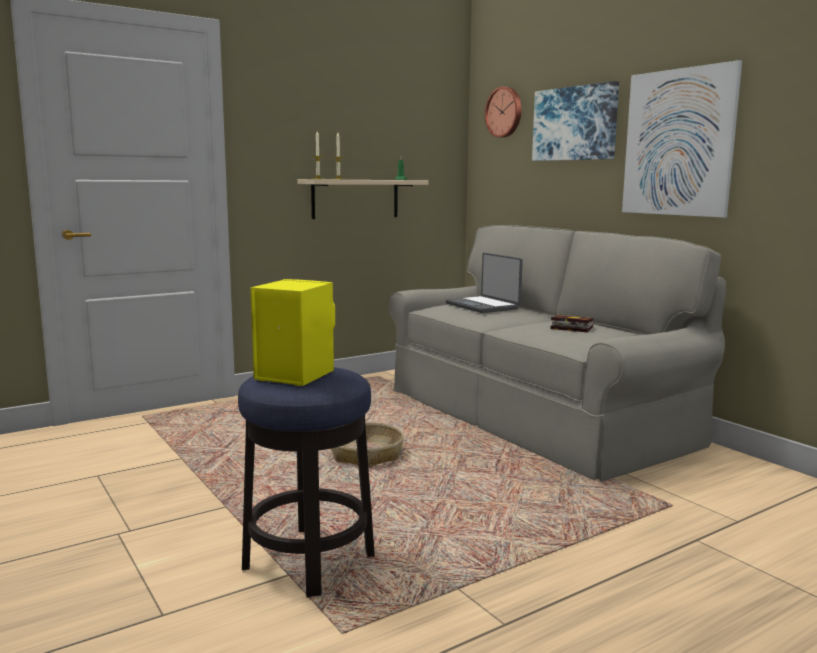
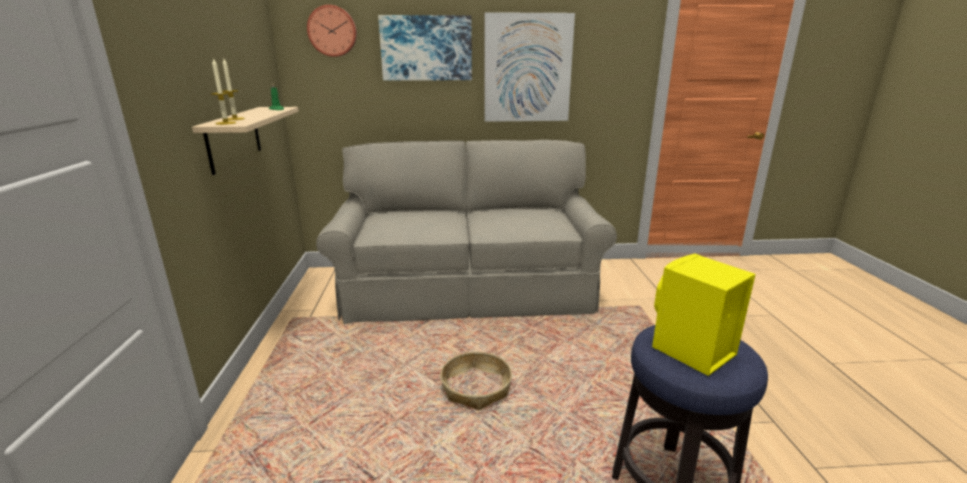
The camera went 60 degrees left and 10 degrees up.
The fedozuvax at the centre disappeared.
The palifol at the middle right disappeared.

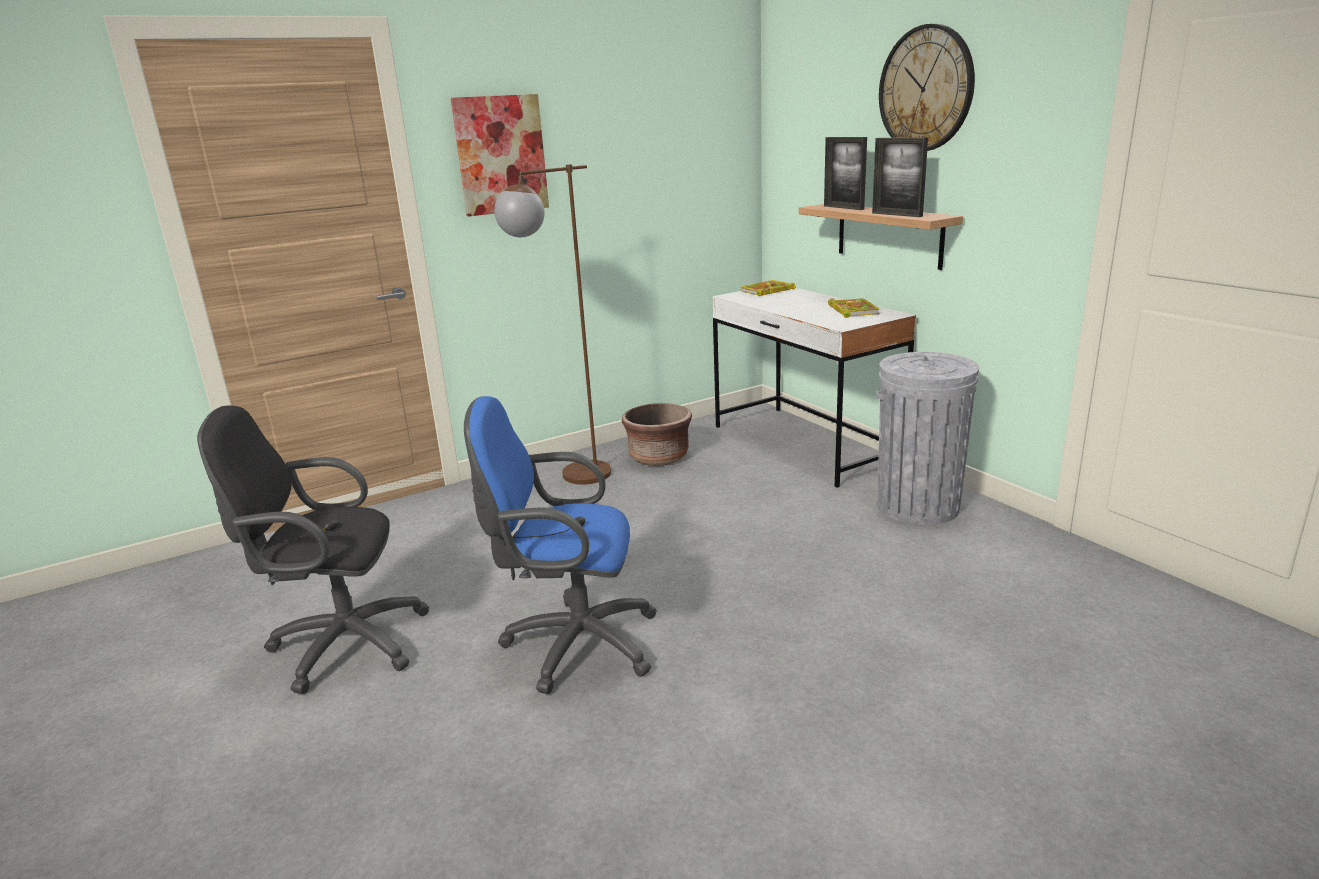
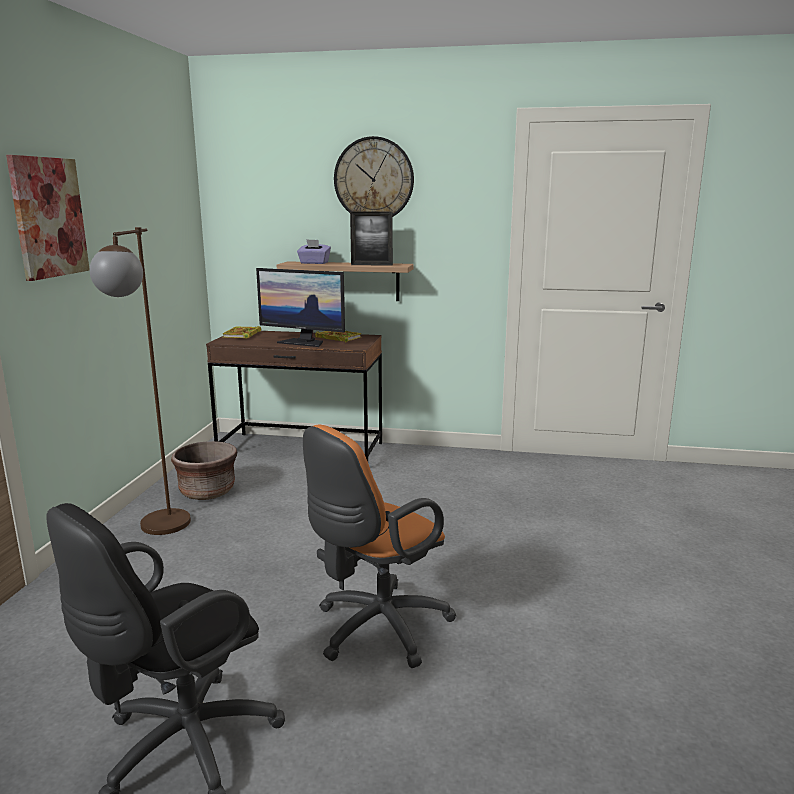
The camera went 50 degrees left and 5 degrees down.
The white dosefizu at the centre became the brown dosefizu at the centre.
The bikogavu at the centre appeared.
The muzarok (1st from left) at the top centre was replaced by the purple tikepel at the top centre.
The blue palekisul at the centre became the orange palekisul at the bottom centre.
The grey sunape at the middle right disappeared.

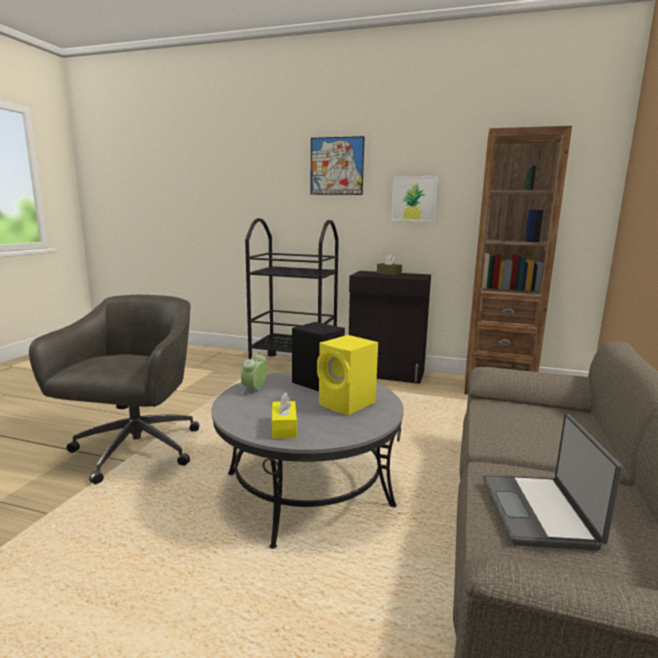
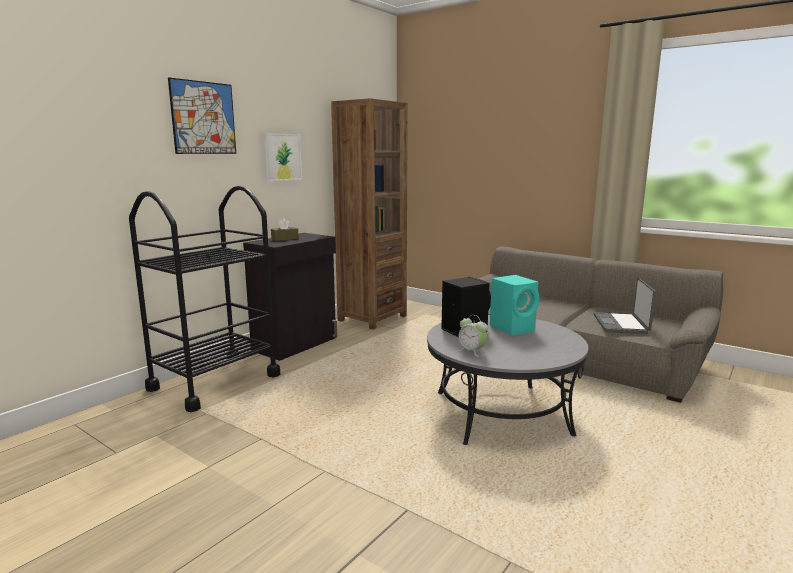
The camera went 70 degrees left and 0 degrees up.
The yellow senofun at the centre became the turquoise senofun at the centre.
The fedozuvax at the bottom right turned 75 degrees clockwise.
The grey palekisul at the middle left disappeared.
The yellow tikepel at the centre disappeared.

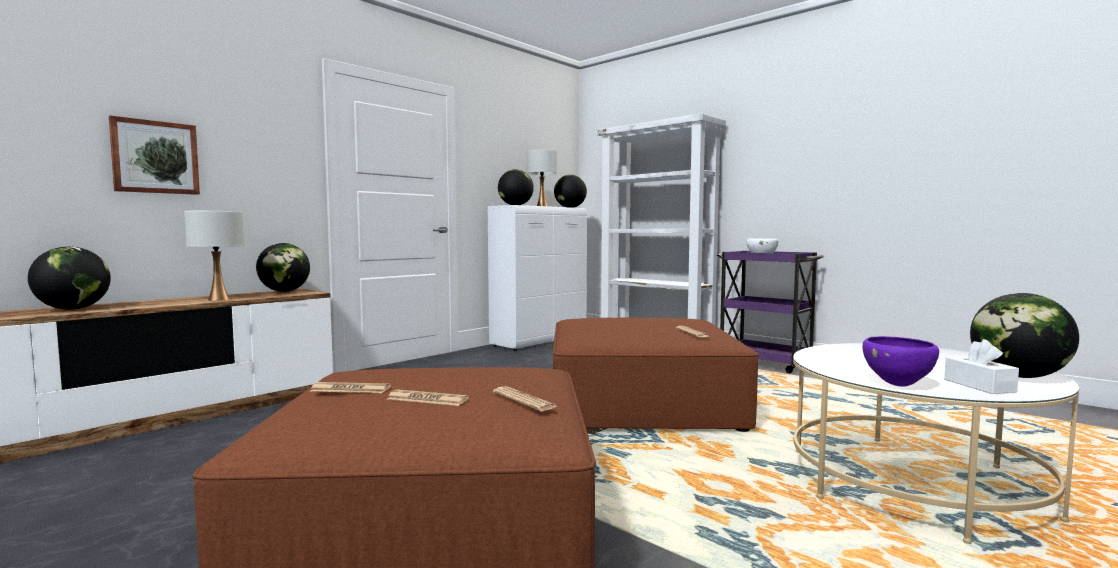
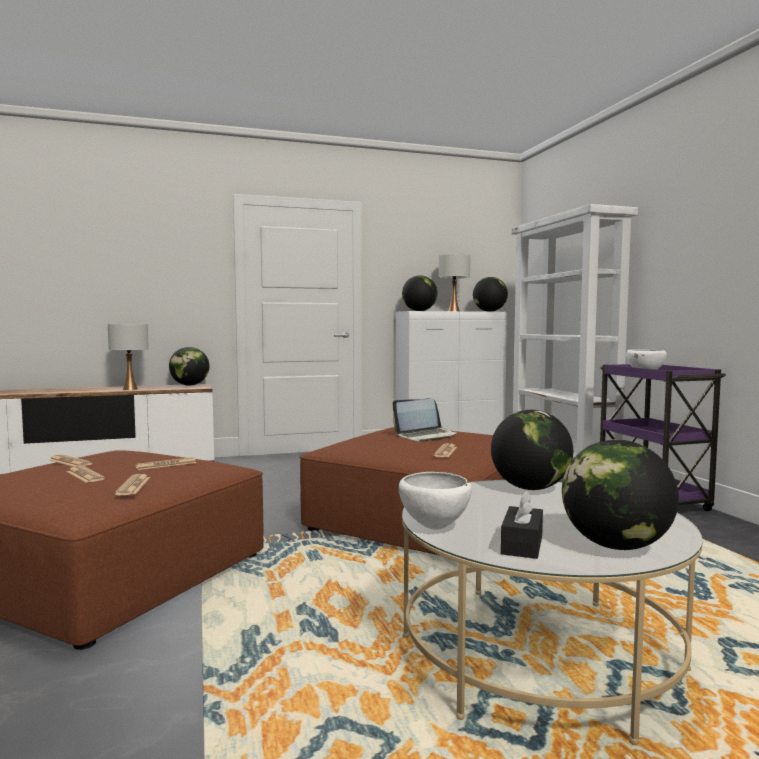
The camera went 30 degrees right and 0 degrees up.
The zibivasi (4th from left) at the middle left appeared.
The fedozuvax at the centre appeared.
The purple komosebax at the middle right became the white komosebax (1st from left) at the centre.
The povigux (1st from left in the first image) moved from the middle left to the middle right.
The white tikepel at the middle right became the black tikepel at the bottom right.
The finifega at the top left disappeared.

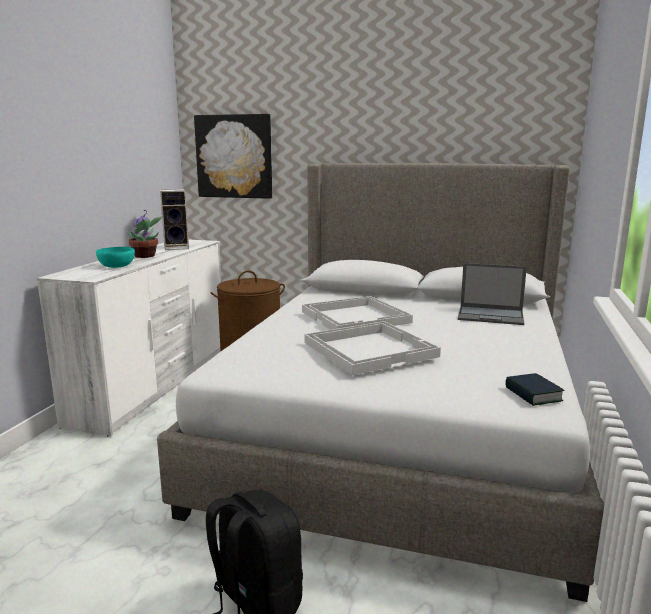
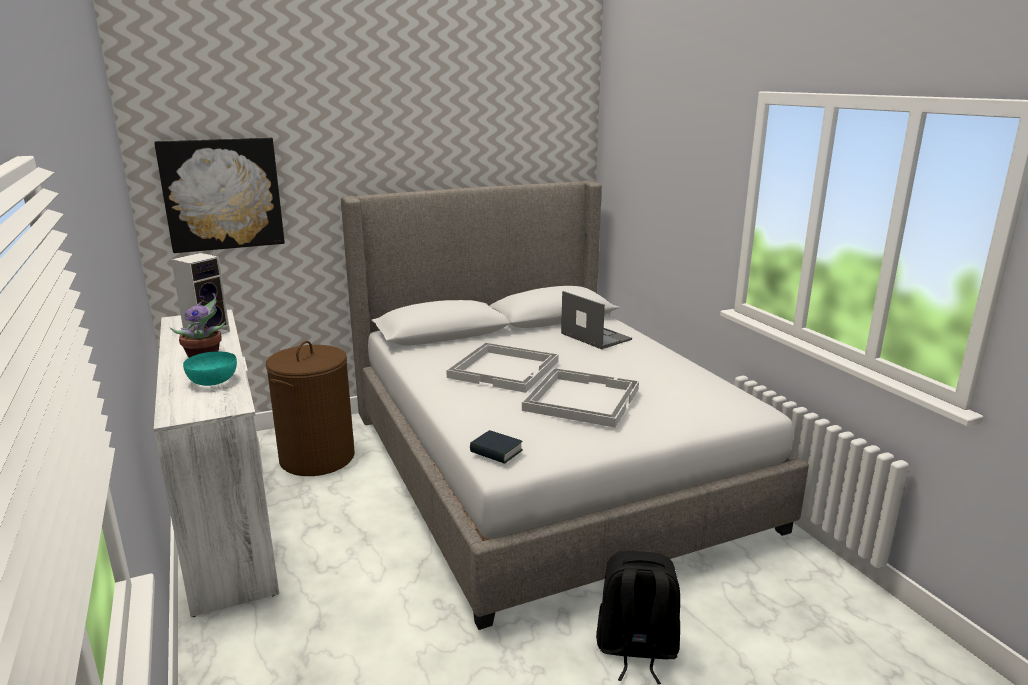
The camera went 40 degrees left and 5 degrees up.
The palifol moved from the middle right to the centre.
The fedozuvax at the middle right turned 105 degrees counterclockwise.

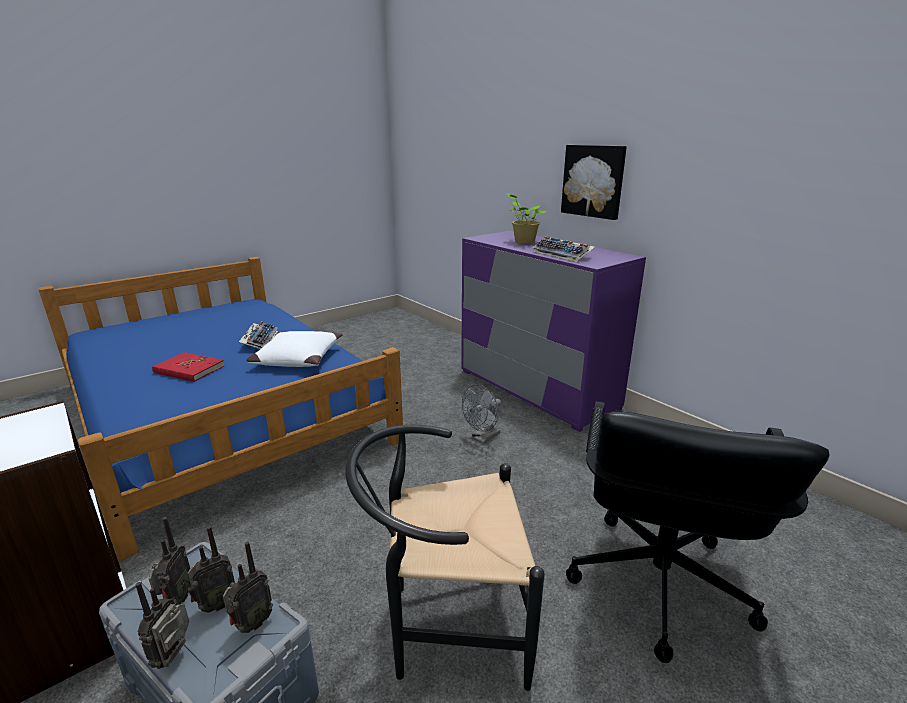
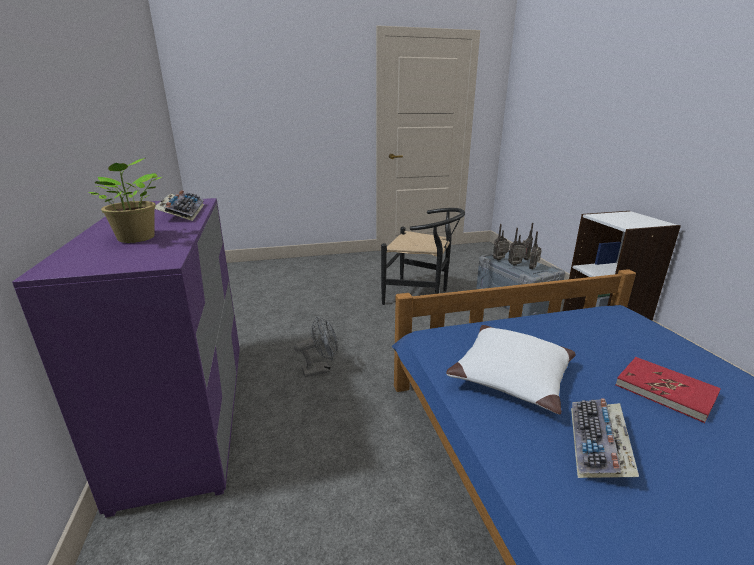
The camera went 155 degrees left and 0 degrees up.
The finifega at the top centre disappeared.
The black palekisul at the bottom right disappeared.

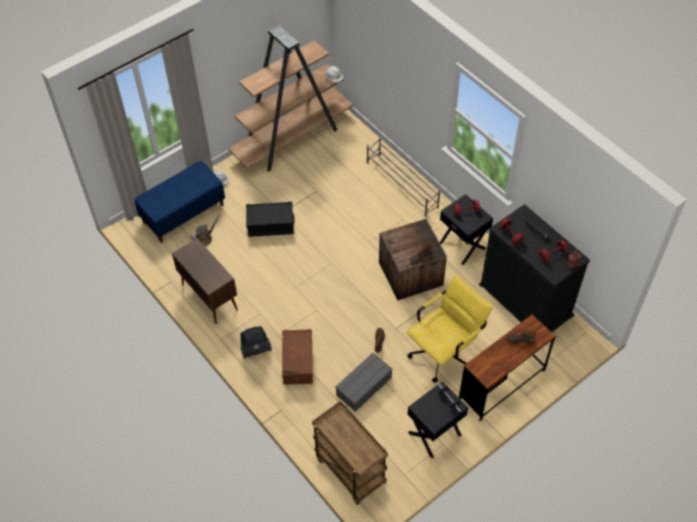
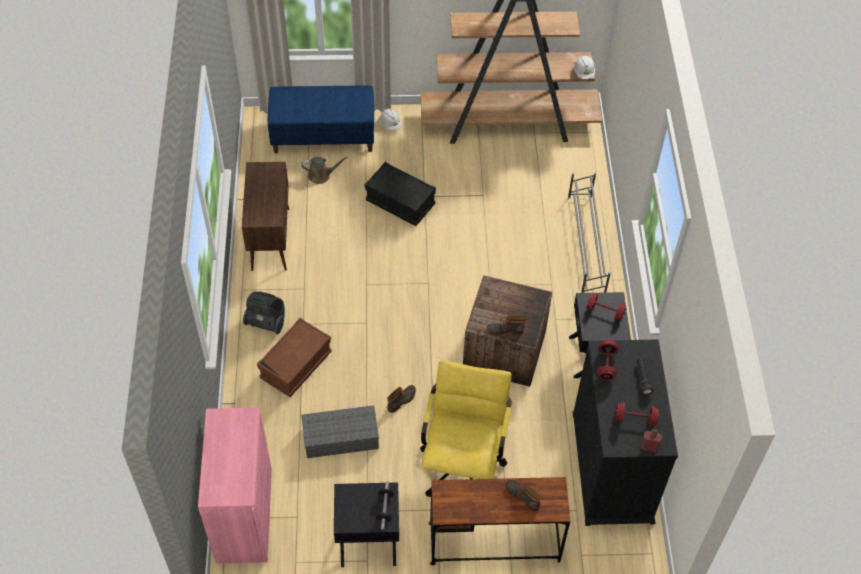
The camera went 35 degrees right and 0 degrees up.
The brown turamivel at the bottom centre was replaced by the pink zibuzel at the bottom left.
The yellow palekisul at the centre turned 75 degrees counterclockwise.

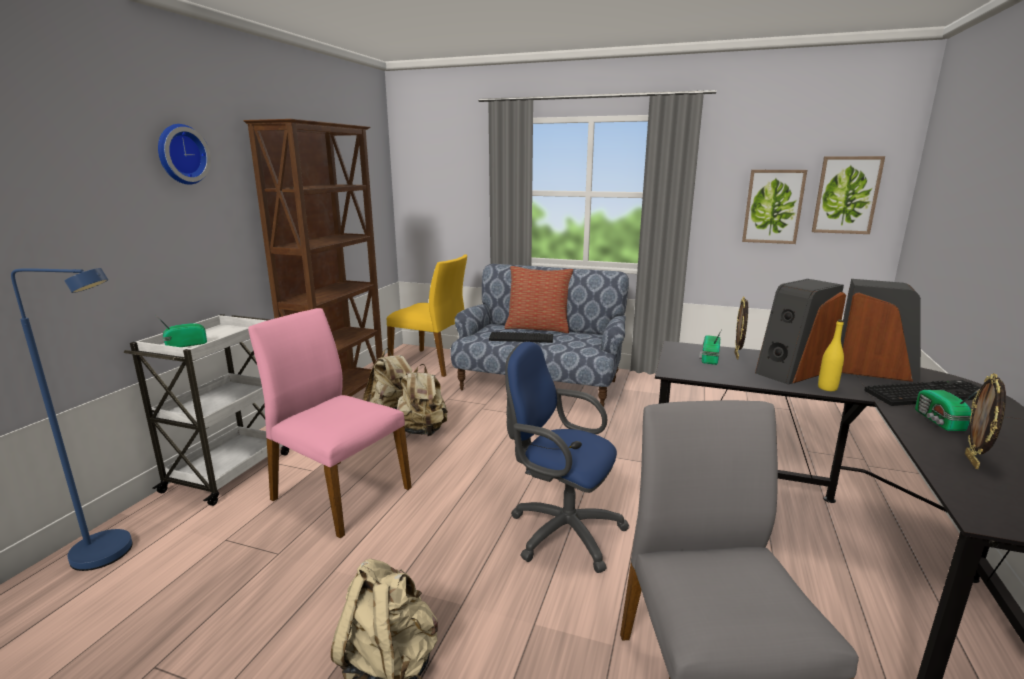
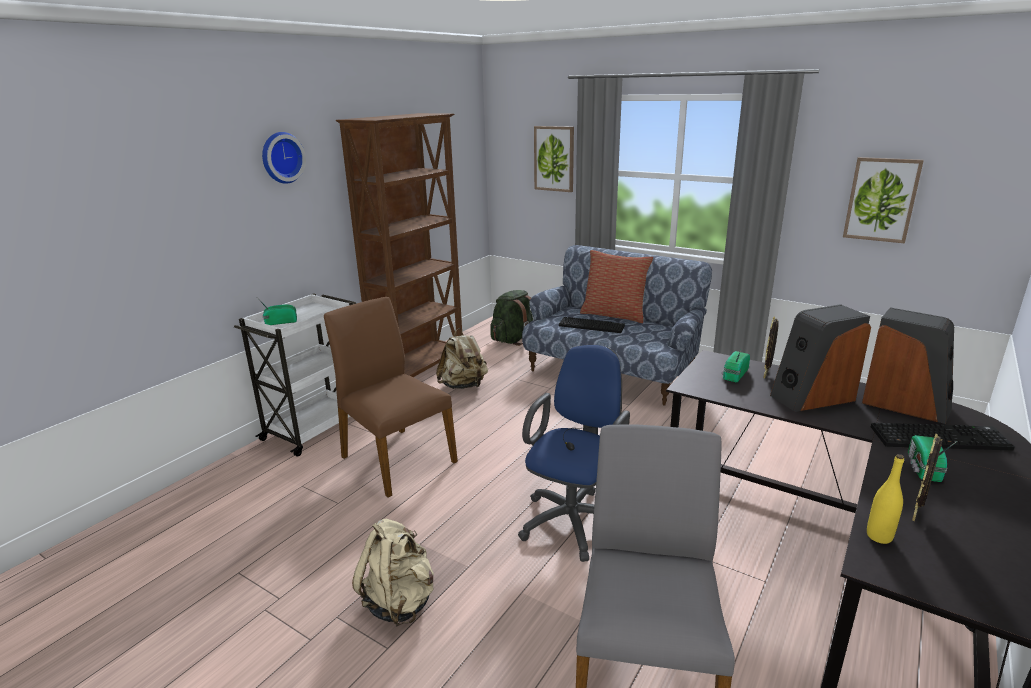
The camera went 15 degrees right and 5 degrees up.
The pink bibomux at the middle left became the brown bibomux at the centre.
The yellow bibomux at the centre was replaced by the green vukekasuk at the centre.
The blue palekisul at the bottom centre turned 75 degrees clockwise.
The finifega (2nd from left in the first image) moved from the top right to the top centre.
The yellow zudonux moved from the middle right to the bottom right.
The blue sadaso at the middle left disappeared.
The beige vukekasuk (3rd from left) at the centre disappeared.

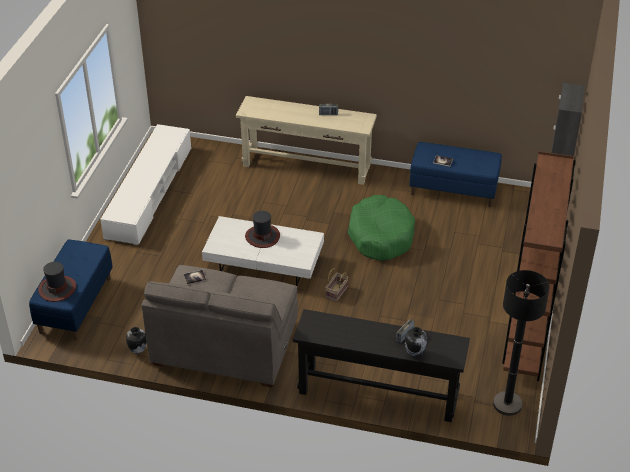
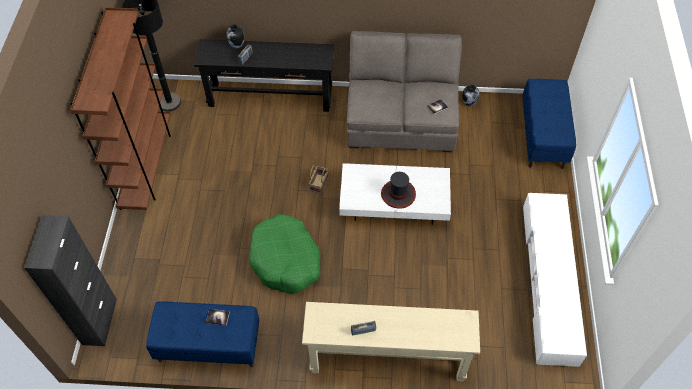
The camera went 170 degrees right and 15 degrees up.
The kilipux (1st from left) at the middle left disappeared.

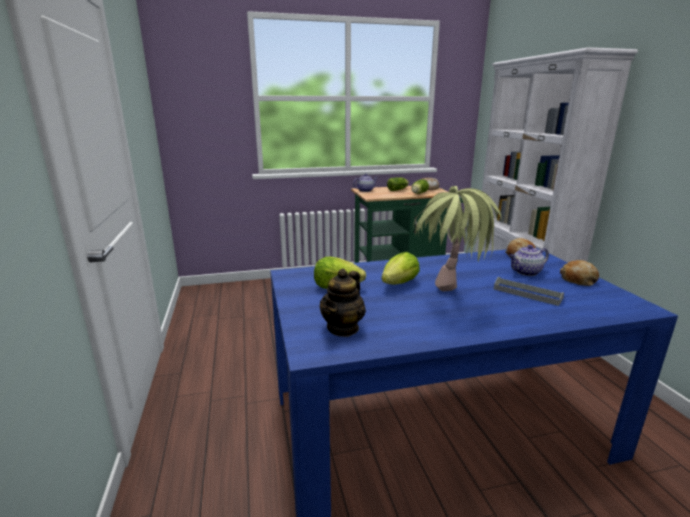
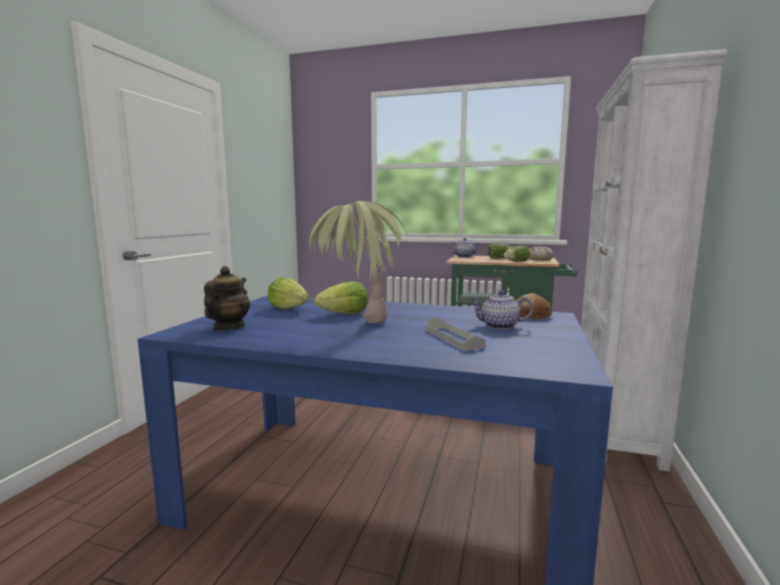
The camera went 30 degrees right and 10 degrees down.
The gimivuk (1st from left) at the centre turned 135 degrees clockwise.
The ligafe (3rd from left) at the middle right disappeared.

